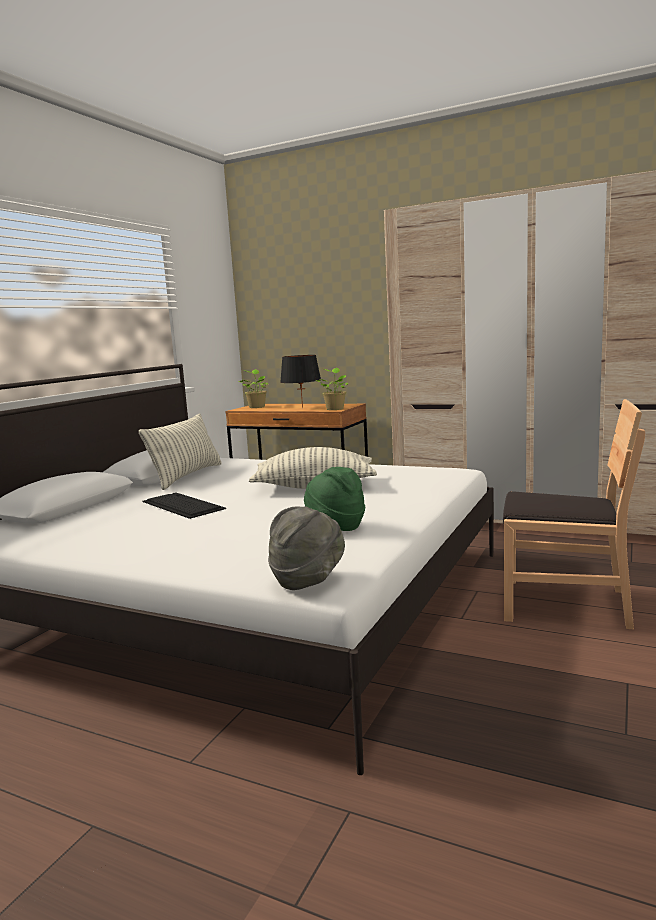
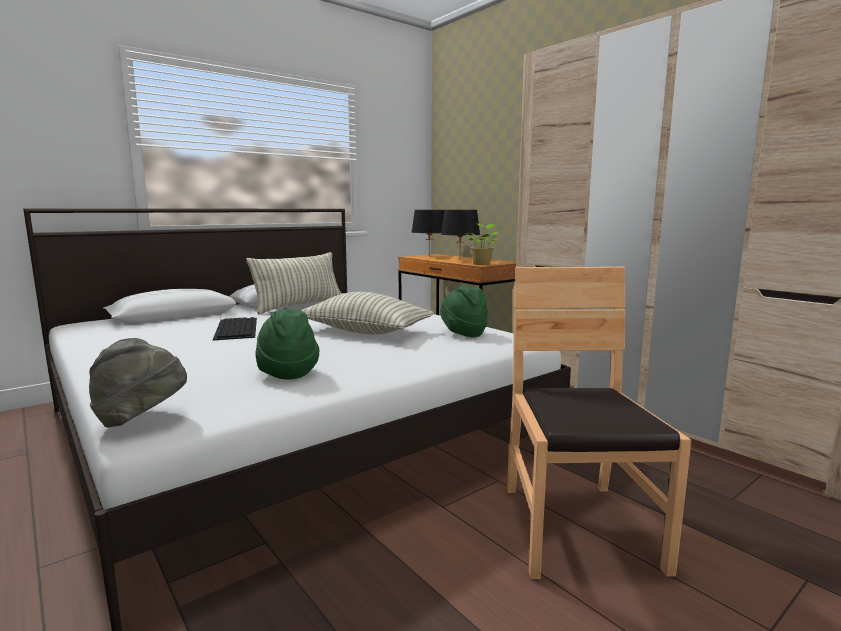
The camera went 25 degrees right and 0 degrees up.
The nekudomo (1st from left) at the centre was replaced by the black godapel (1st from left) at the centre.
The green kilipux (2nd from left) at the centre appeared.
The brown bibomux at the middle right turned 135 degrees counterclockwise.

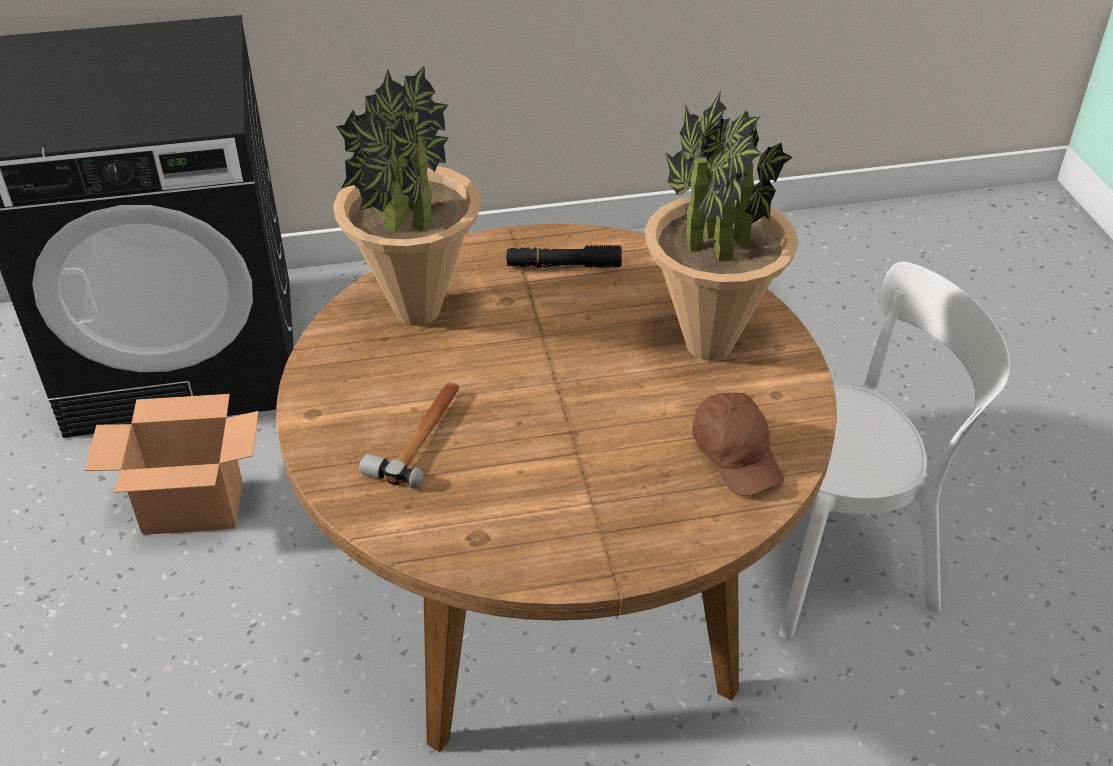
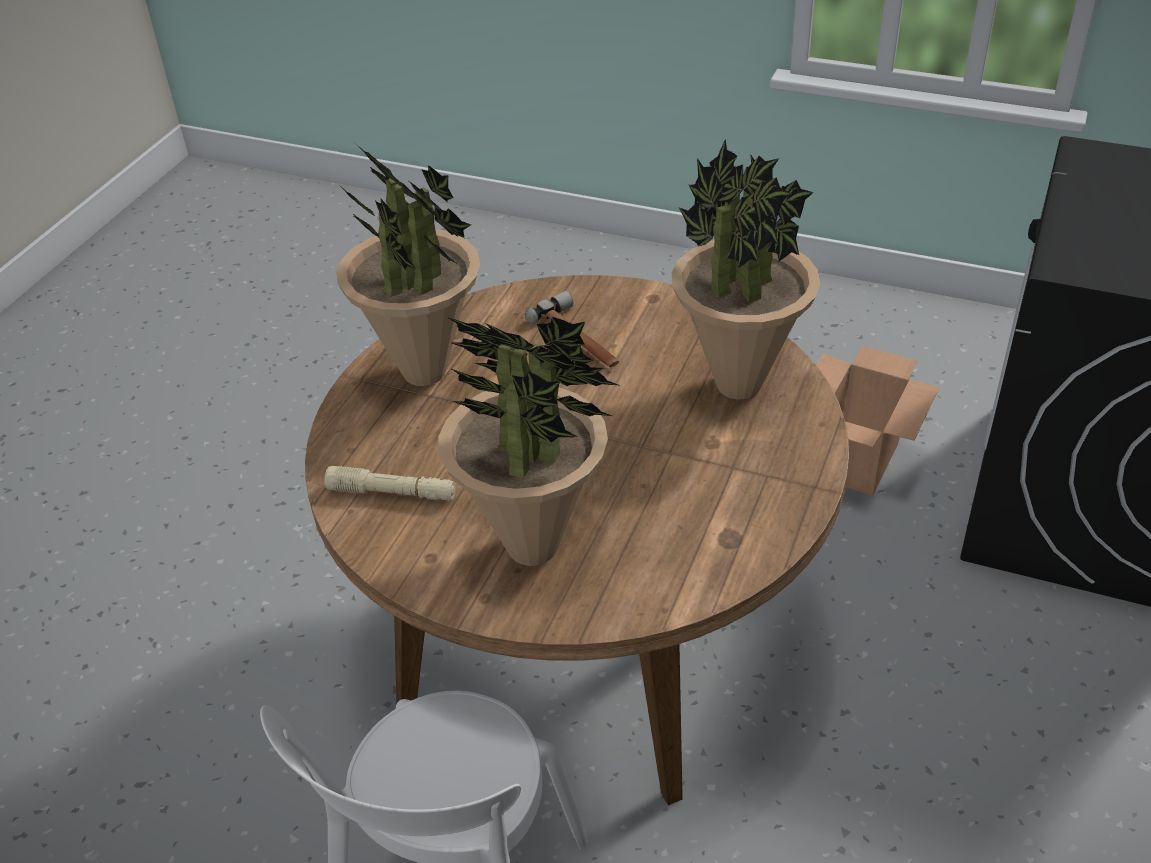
The camera went 125 degrees right and 0 degrees up.
The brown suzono at the centre was replaced by the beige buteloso at the centre.
The nekudomo (1st from left) at the top centre appeared.
The black buteloso at the centre disappeared.

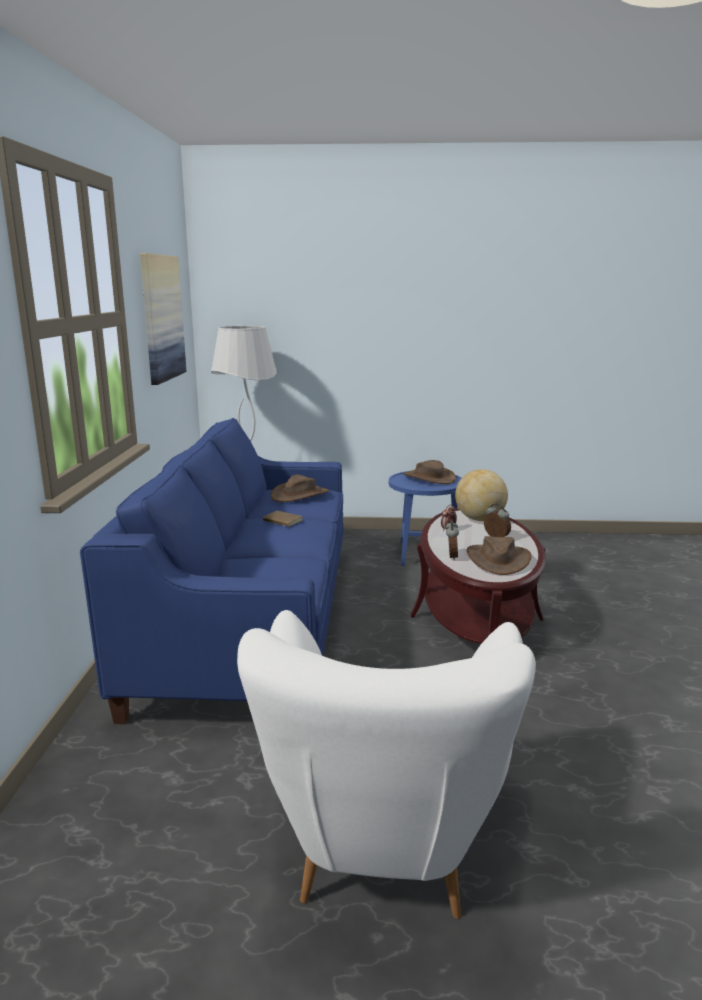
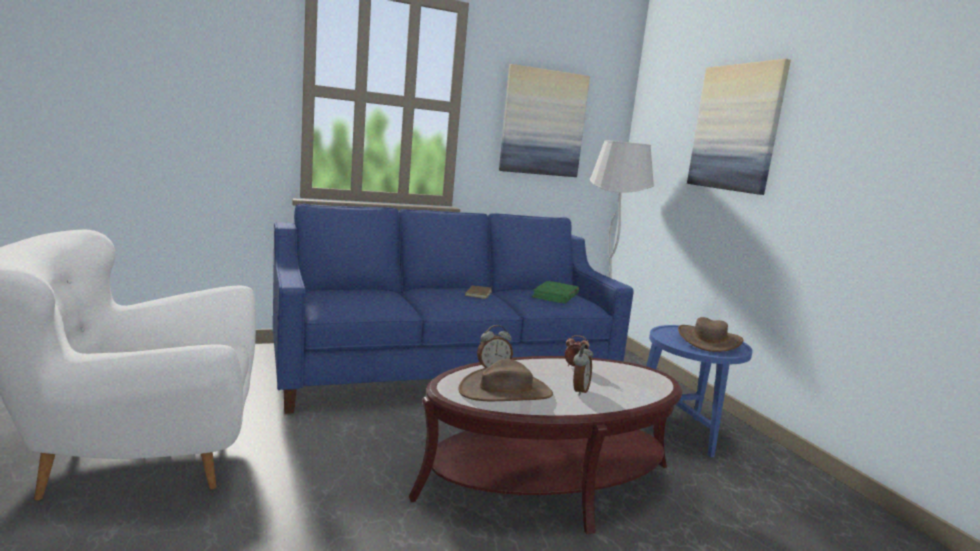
The camera went 65 degrees right and 5 degrees down.
The brown kilipux (1st from left) at the centre was replaced by the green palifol at the centre.
The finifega (2nd from left) at the top right appeared.
The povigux at the middle right disappeared.

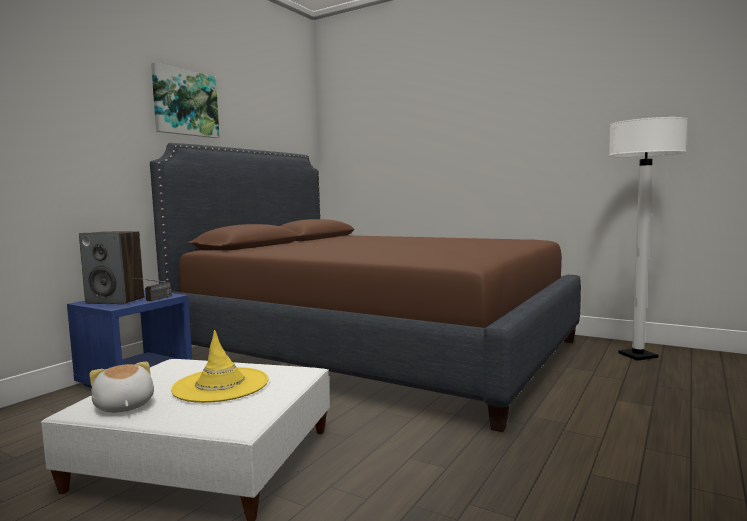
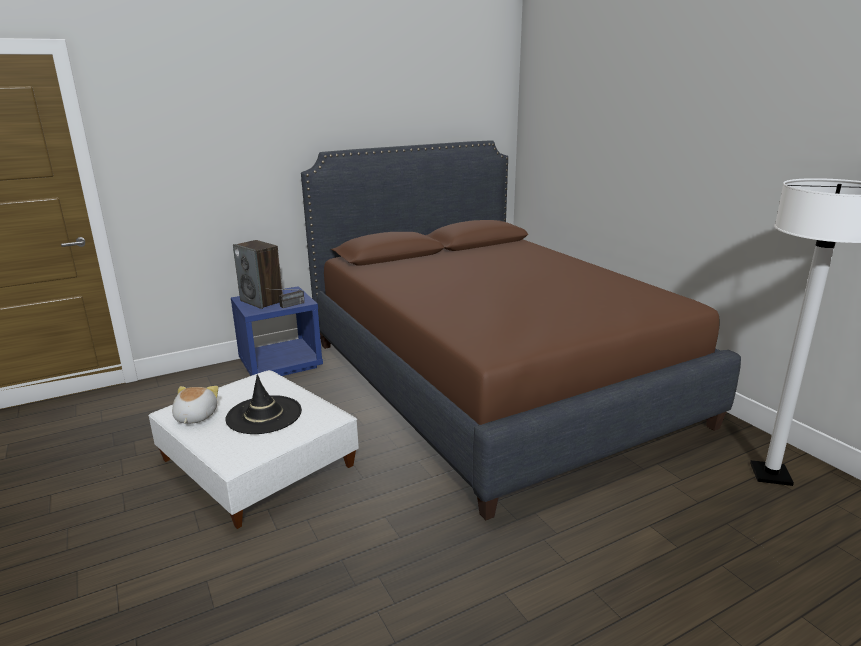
The camera went 30 degrees right and 15 degrees up.
The yellow kilipux at the bottom left became the black kilipux at the middle left.
The finifega at the top left disappeared.

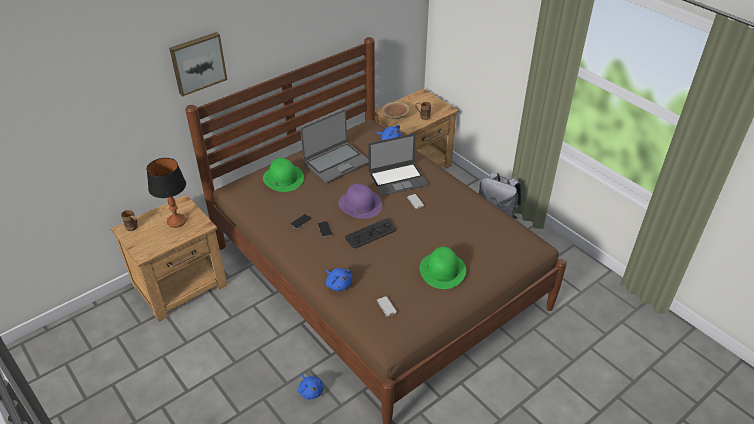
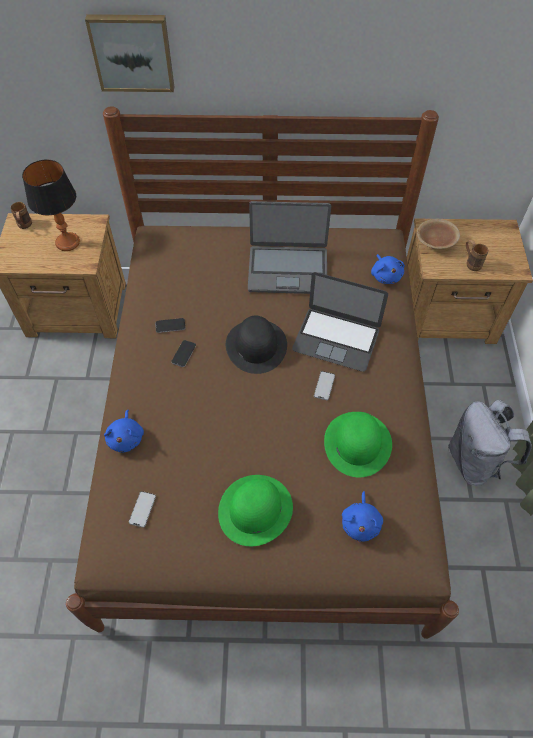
The camera went 40 degrees right and 15 degrees up.
The purple kilipux at the centre became the black kilipux at the centre.
The green kilipux (1st from left in the first image) moved from the centre to the middle right.
The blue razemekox (1st from left in the first image) moved from the bottom centre to the bottom right.
The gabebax at the centre disappeared.

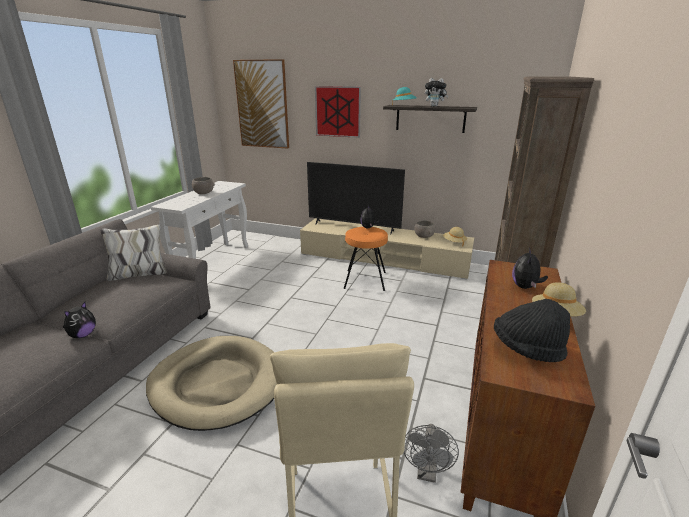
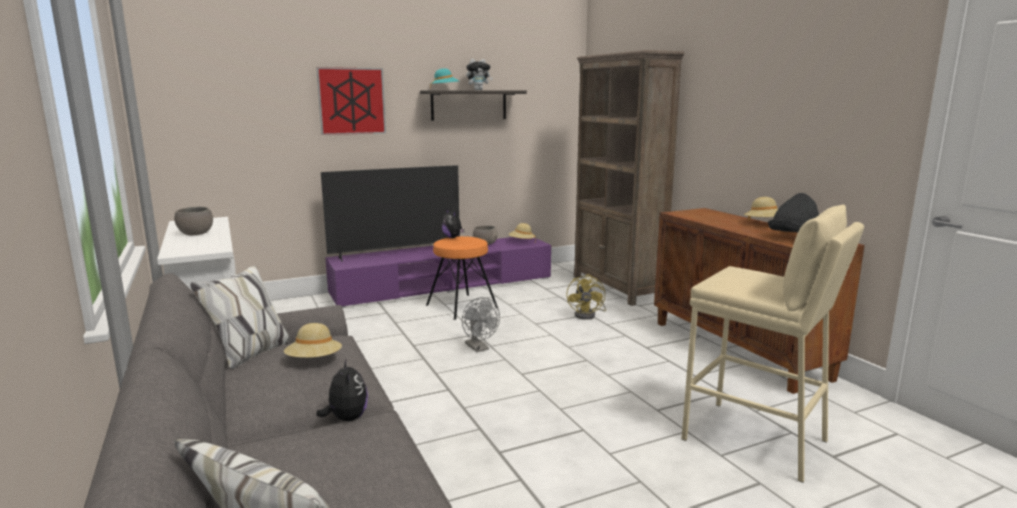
The camera went 45 degrees left and 10 degrees down.
The beige kilipux (1st from left) at the bottom left appeared.
The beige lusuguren at the centre became the purple lusuguren at the centre.
The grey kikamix moved from the bottom centre to the centre.
The yellow kikamix at the centre appeared.
The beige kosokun at the bottom left disappeared.
The finifega (1st from left) at the top centre disappeared.
The razemekox (4th from left) at the middle right disappeared.

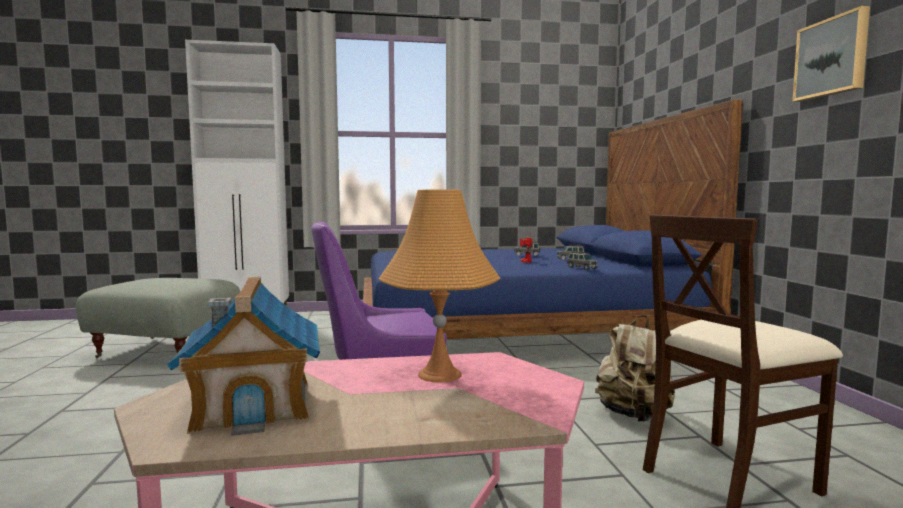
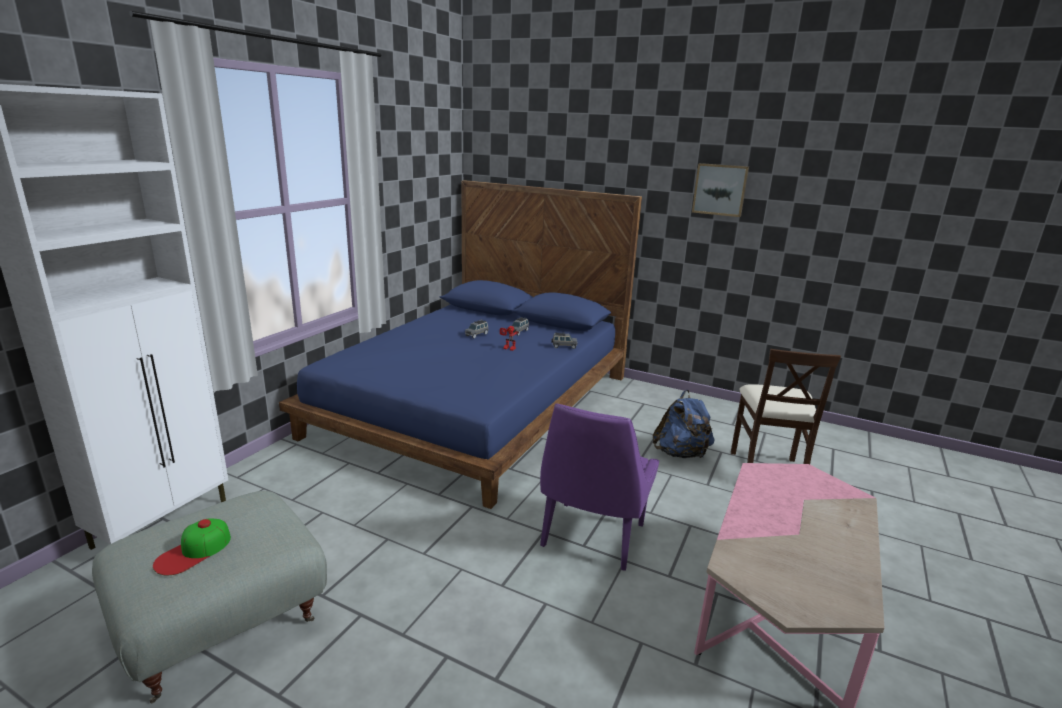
The camera went 55 degrees left and 15 degrees up.
The suzono at the bottom left appeared.
The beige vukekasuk at the bottom right became the blue vukekasuk at the centre.
The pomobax at the bottom left disappeared.
The orange godapel at the centre disappeared.

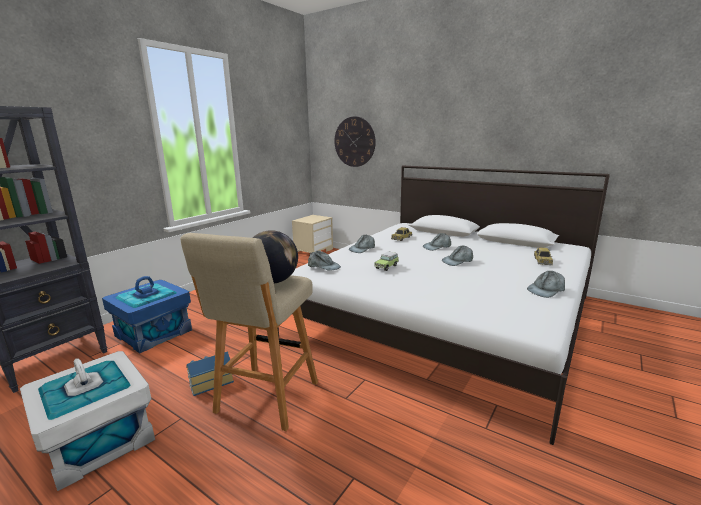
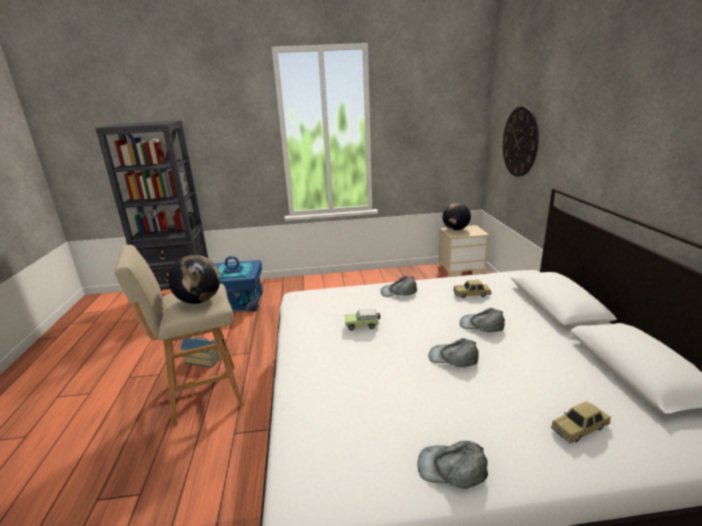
The camera went 50 degrees right and 5 degrees up.
The povigux (2nd from left) at the centre appeared.
The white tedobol at the bottom left disappeared.
The grey suzono (1st from left) at the centre disappeared.

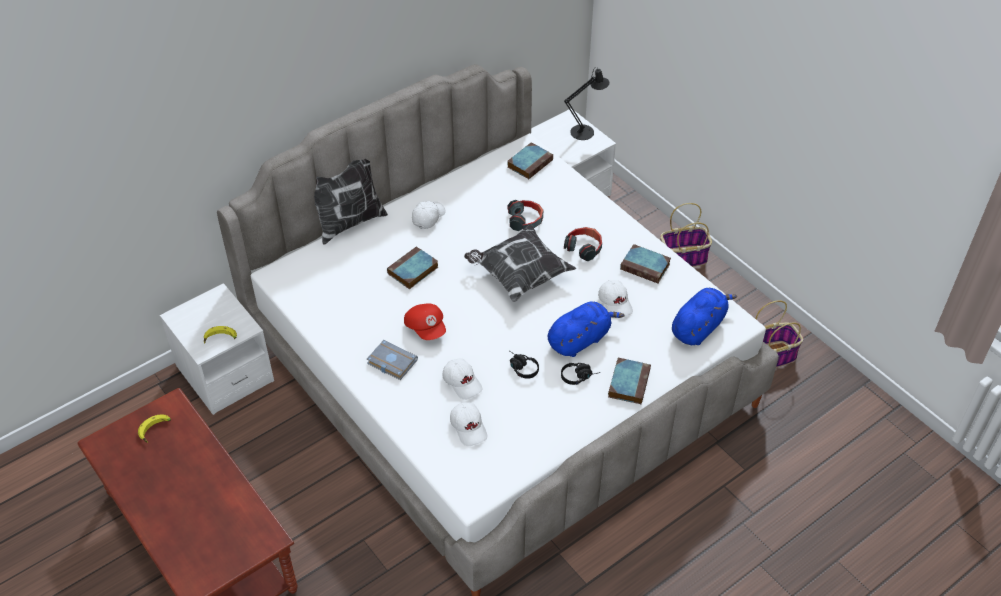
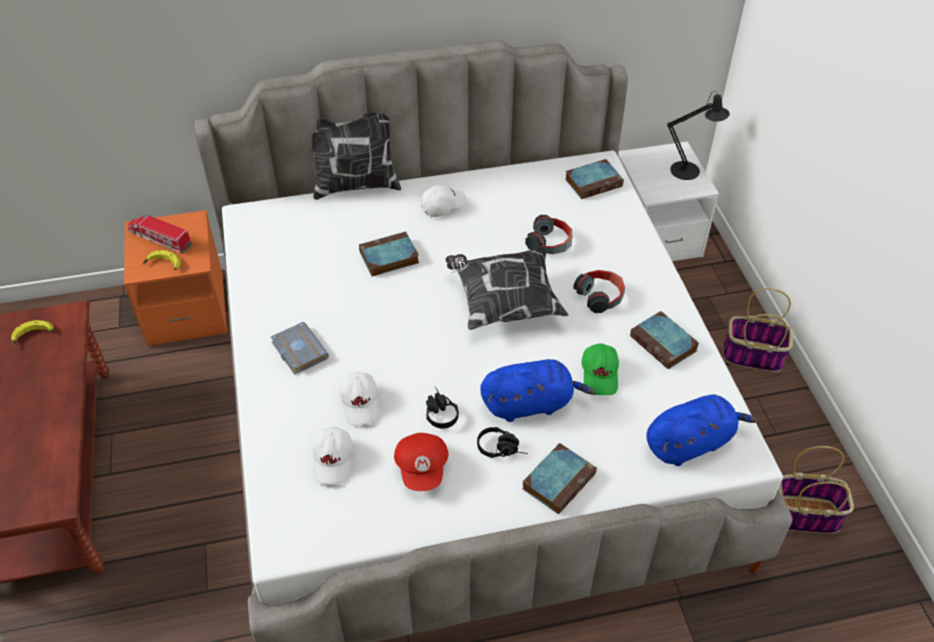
The camera went 25 degrees right and 0 degrees up.
The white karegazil (1st from left) at the middle left became the orange karegazil at the middle left.
The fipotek at the middle left appeared.
The red suzono moved from the centre to the bottom centre.
The white suzono (4th from left) at the centre became the green suzono at the centre.

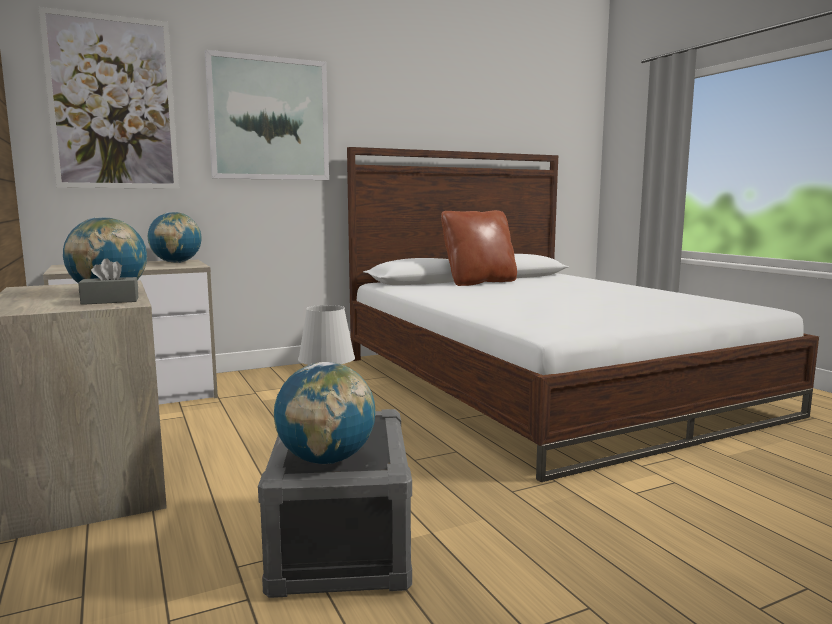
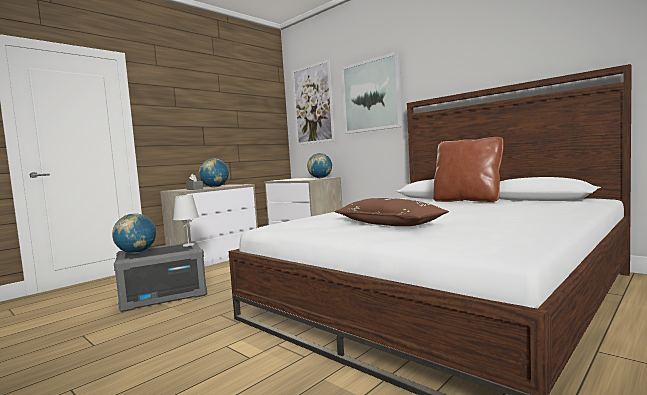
The camera went 70 degrees right and 5 degrees down.
The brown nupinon (1st from left) at the centre appeared.

